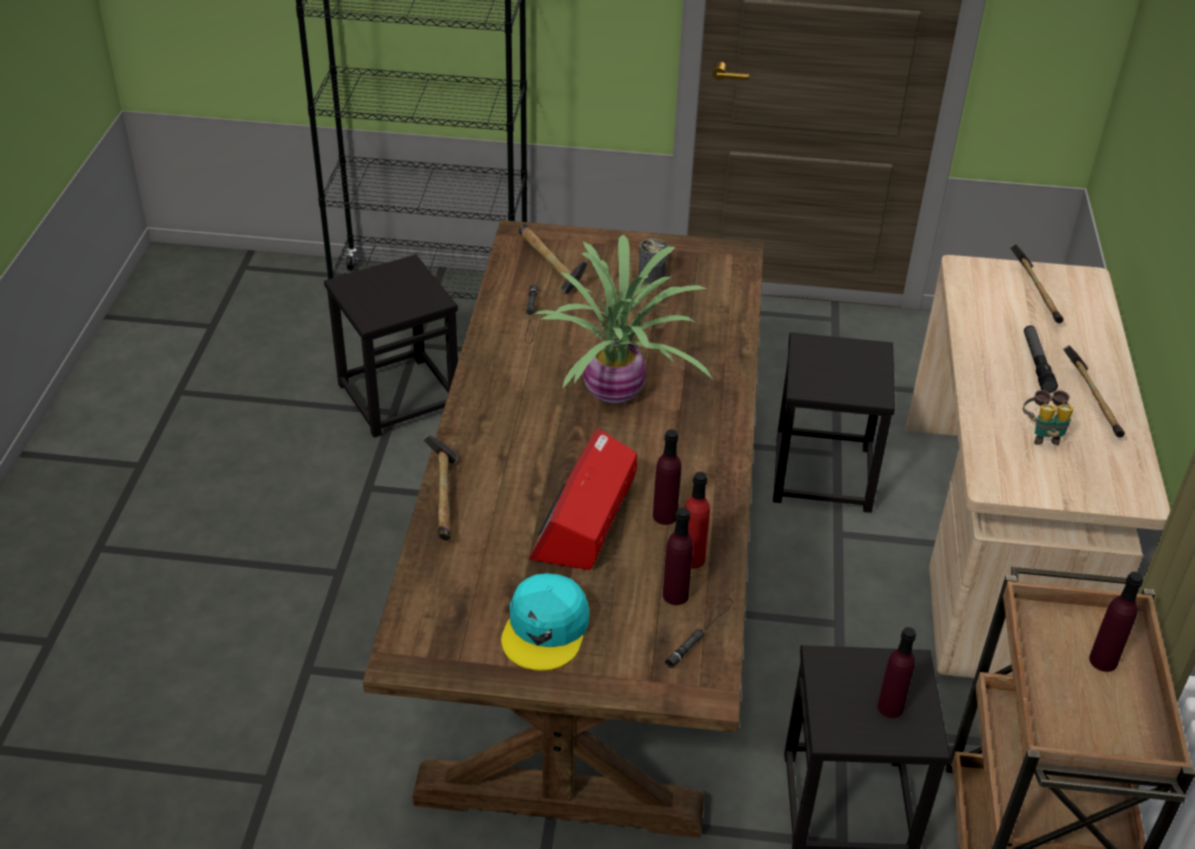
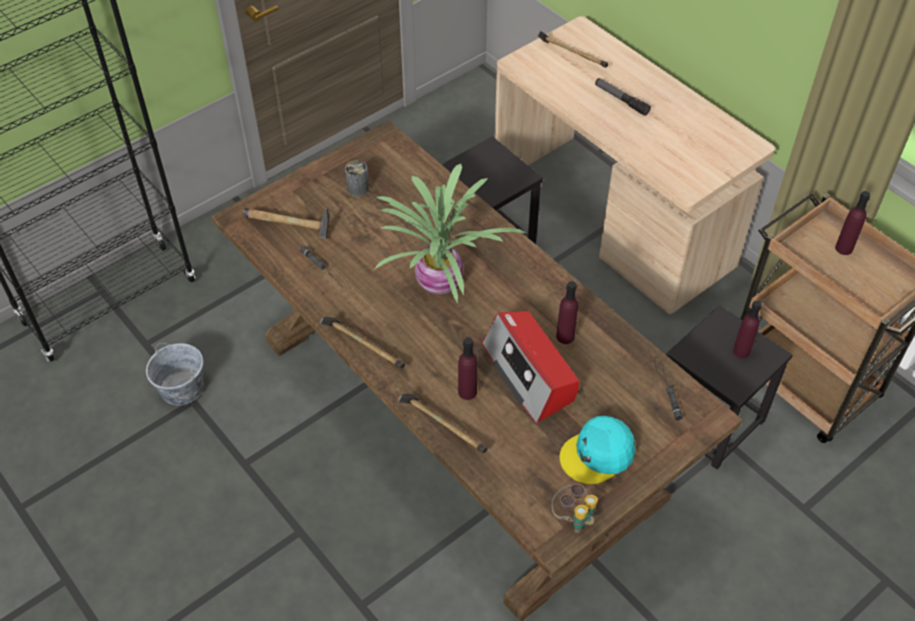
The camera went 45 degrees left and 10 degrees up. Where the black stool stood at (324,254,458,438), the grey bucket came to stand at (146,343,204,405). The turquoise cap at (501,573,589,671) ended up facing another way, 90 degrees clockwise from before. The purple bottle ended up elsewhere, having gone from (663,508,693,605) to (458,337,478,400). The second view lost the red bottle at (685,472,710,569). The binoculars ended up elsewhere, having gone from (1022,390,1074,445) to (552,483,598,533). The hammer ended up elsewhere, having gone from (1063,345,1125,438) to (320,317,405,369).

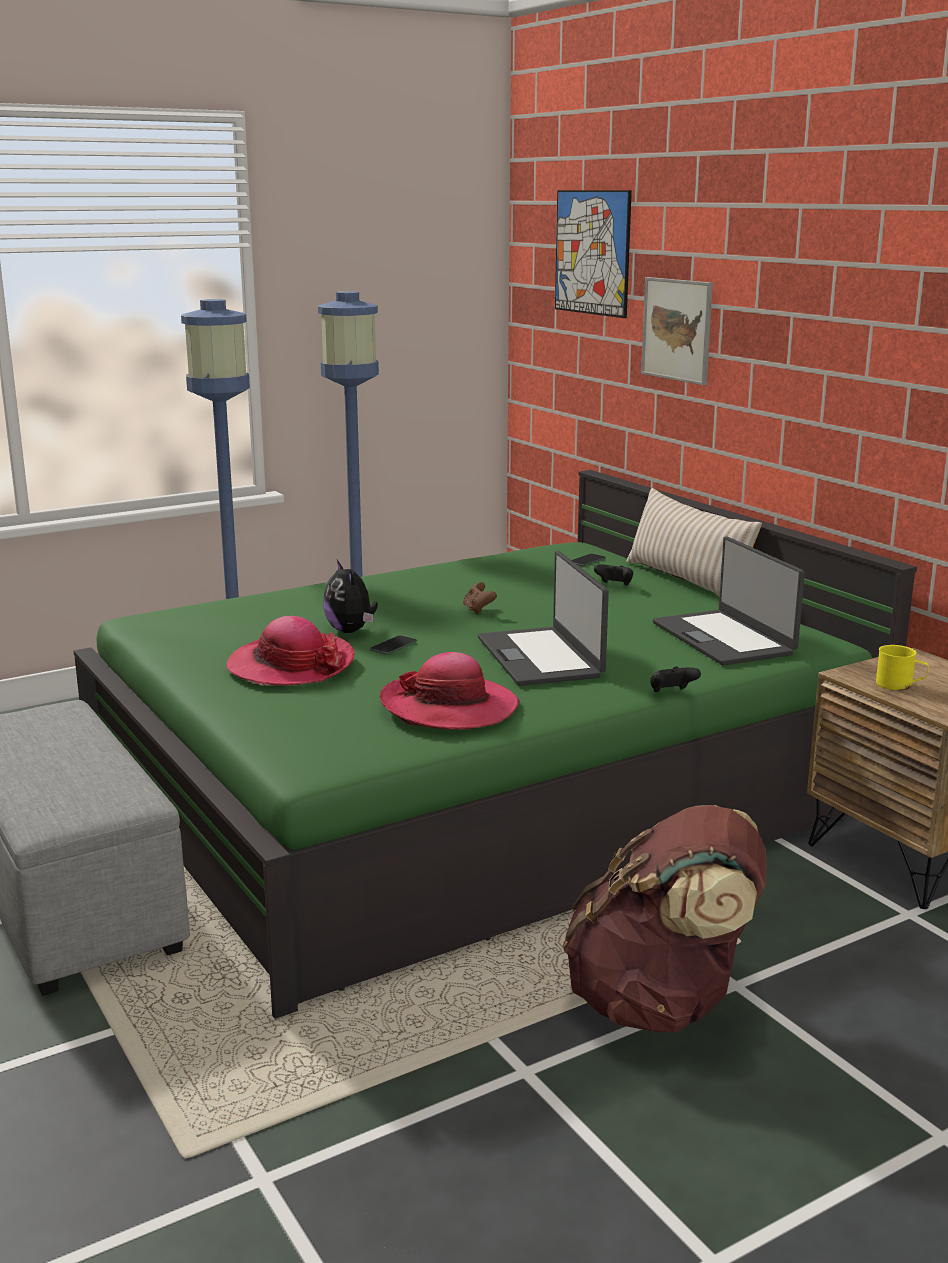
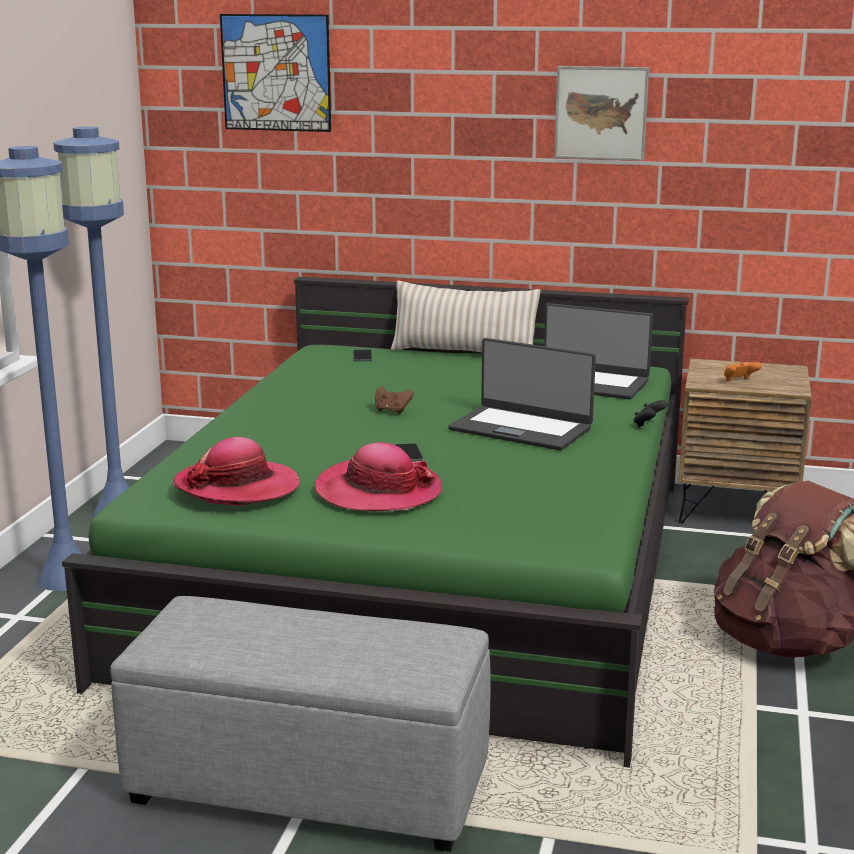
The camera went 45 degrees left and 0 degrees up. The second view lost the plush toy at (323,560,378,633). The hat ended up elsewhere, having gone from (380,652,520,730) to (173,437,300,506). The second view lost the black game controller at (594,564,633,586). The picture ended up elsewhere, having gone from (641,277,713,385) to (554,66,649,161). Where the yellow mug stood at (876,645,929,690), the orange game controller came to stand at (724,362,762,381).

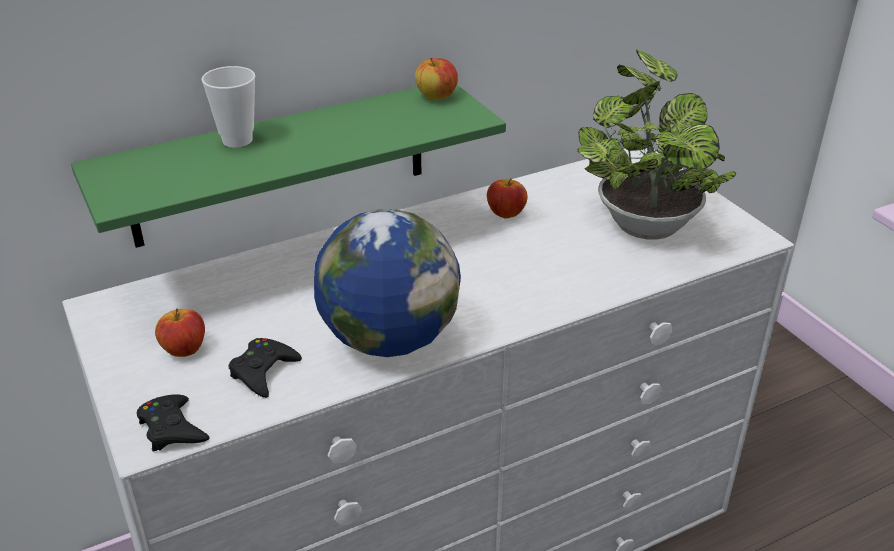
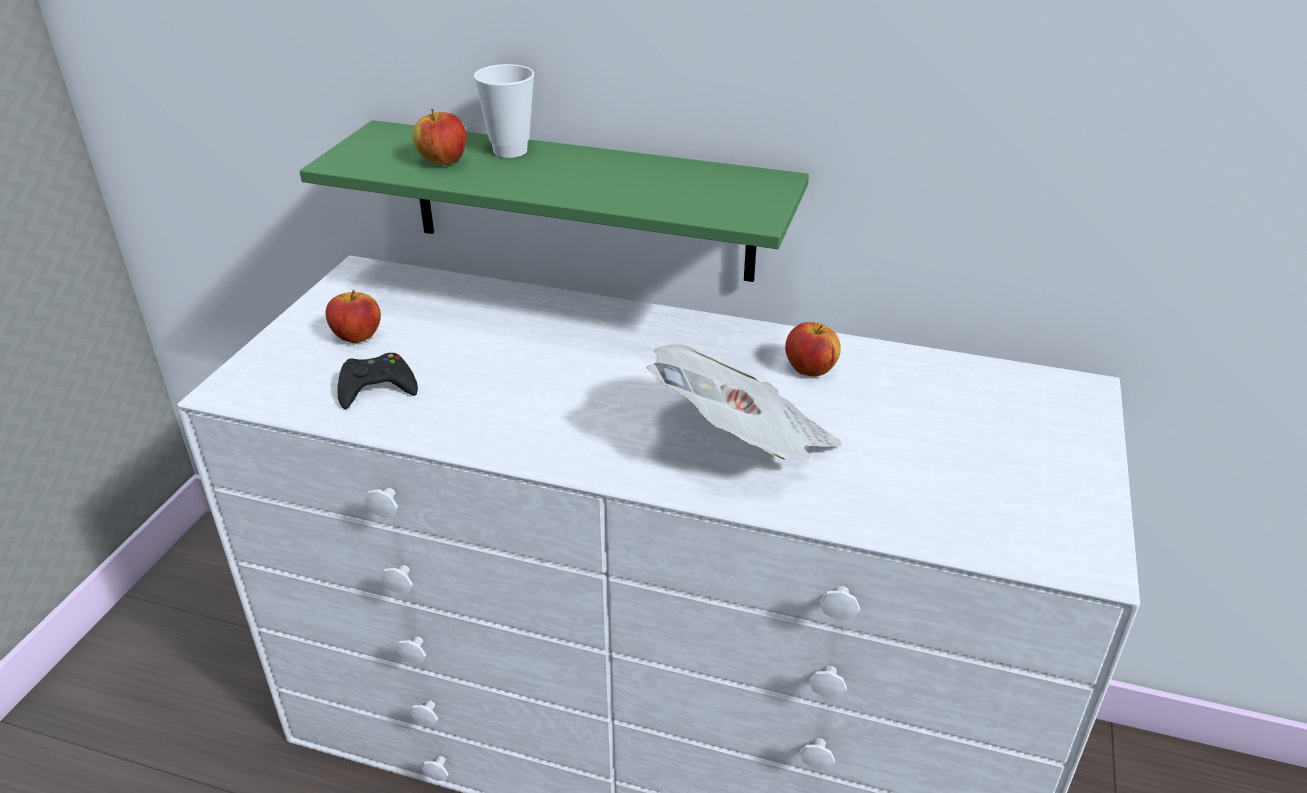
The camera went 45 degrees right and 0 degrees up. The second view lost the black game controller at (137,394,210,452). The second view lost the globe at (314,209,461,357). The apple ended up elsewhere, having gone from (415,58,458,100) to (412,109,466,166). The second view lost the potted plant at (577,49,736,240). The second view gained the newspaper at (646,344,842,460).

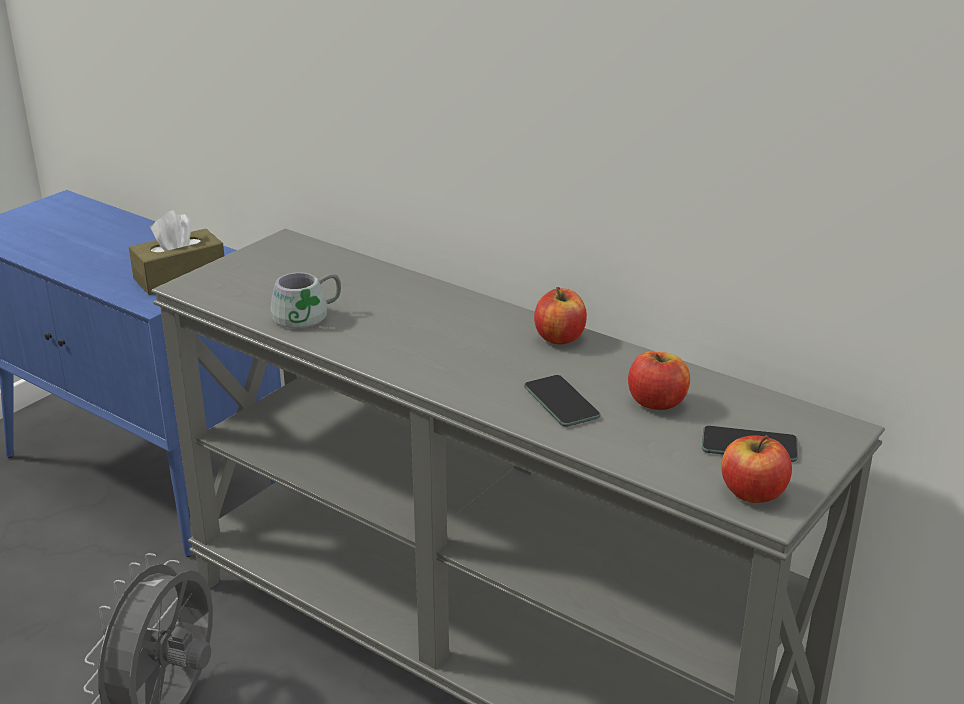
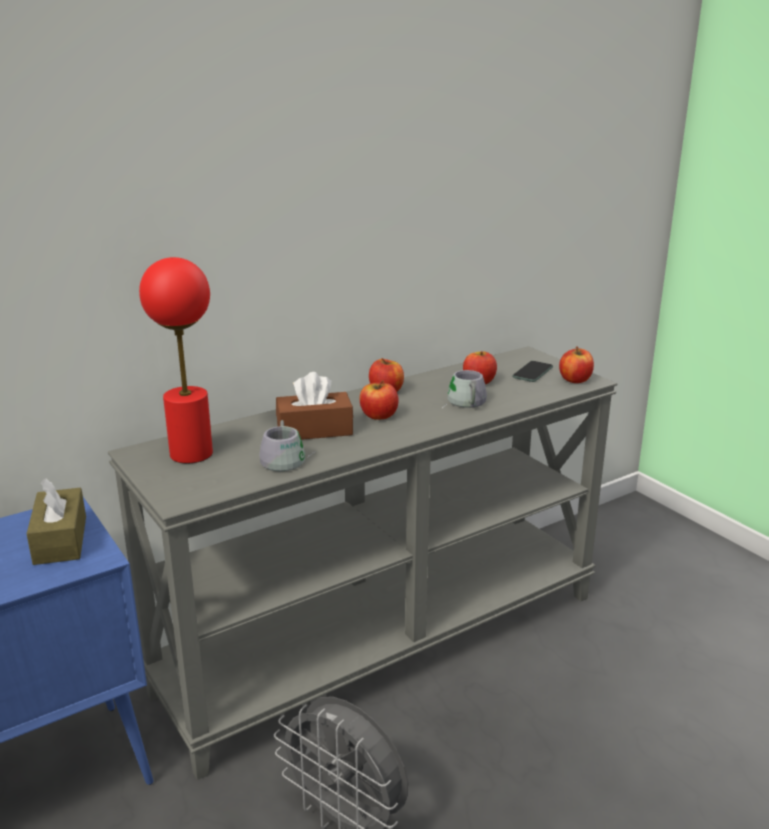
The camera went 70 degrees left and 5 degrees down. Where the phone stood at (524,375,600,427), the grey mug came to stand at (442,370,487,408). The second view gained the red table lamp at (139,257,213,463). The second view gained the brown tissue box at (276,372,353,440). The second view gained the apple at (360,380,399,420).

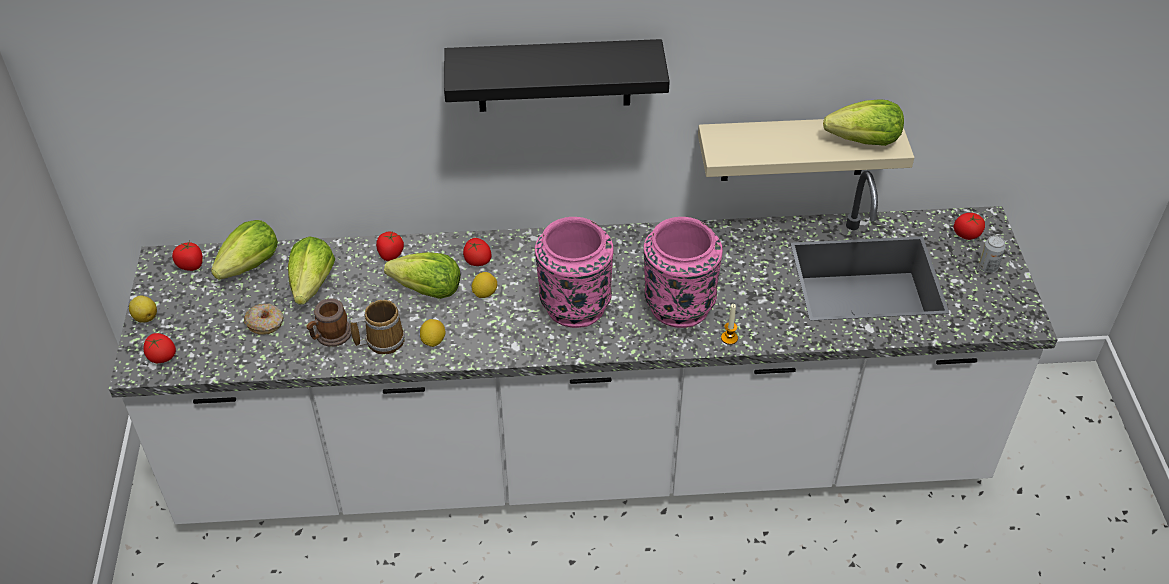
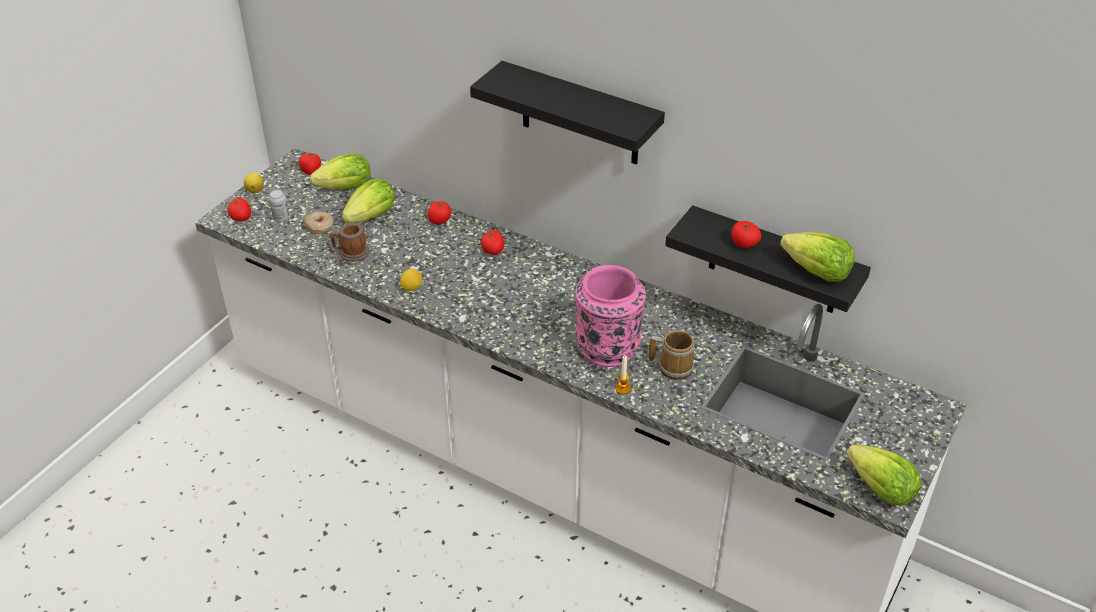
The camera went 35 degrees right and 5 degrees down. The mug ended up elsewhere, having gone from (350,300,405,354) to (649,330,694,380). The lettuce ended up elsewhere, having gone from (384,252,461,299) to (846,445,921,506). The second view lost the lemon at (471,272,497,298). The second view lost the pink vase at (535,217,614,328). What was the beige shelf at (698,119,914,181) turned into the black shelf at (665,205,871,313). The tomato ended up elsewhere, having gone from (954,213,985,240) to (731,221,761,248). The can ended up elsewhere, having gone from (979,235,1006,273) to (269,190,289,222).

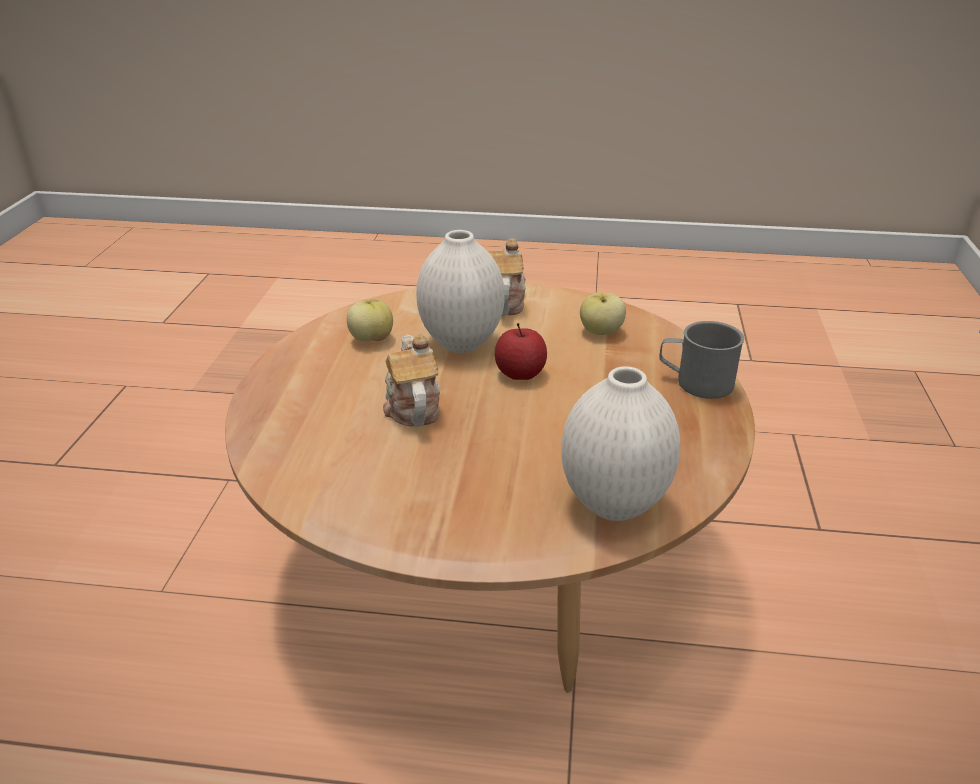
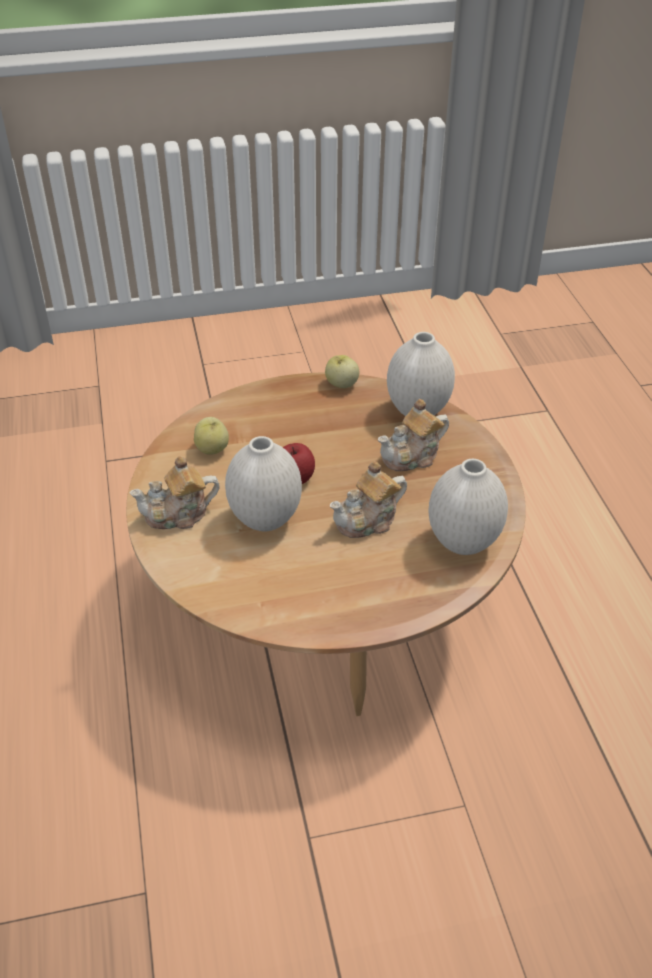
The camera went 110 degrees left and 10 degrees up. The apple ended up elsewhere, having gone from (347,299,393,341) to (325,355,359,388). The second view lost the grey mug at (659,321,744,399). The second view gained the teapot at (378,399,449,471). The second view gained the white vase at (429,459,508,555).

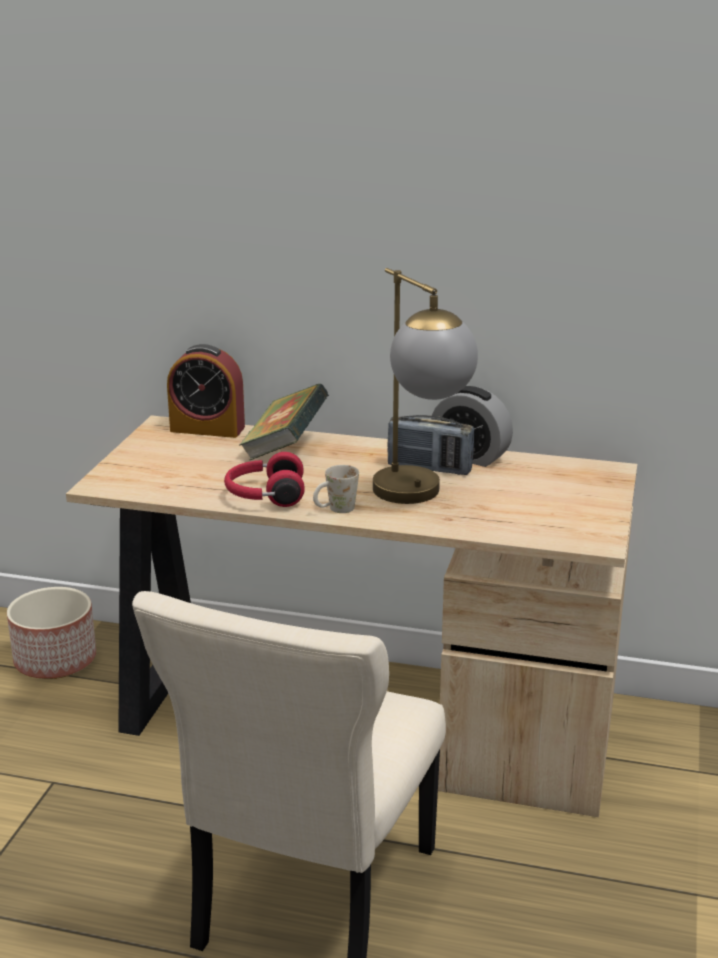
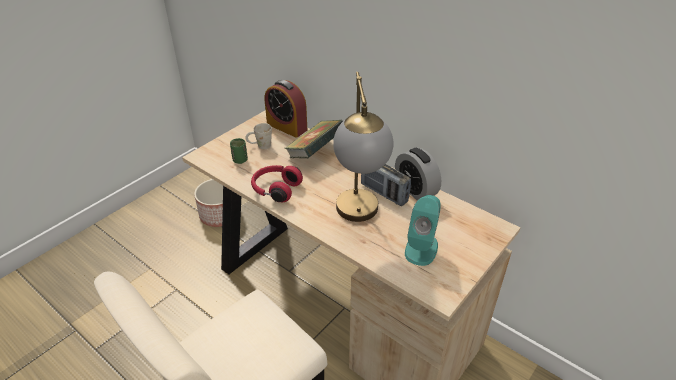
The camera went 25 degrees right and 15 degrees up. The white mug ended up elsewhere, having gone from (313,465,359,513) to (245,123,272,149). The second view gained the green cup at (230,138,248,164). The second view gained the turquoise speaker at (405,195,441,266).

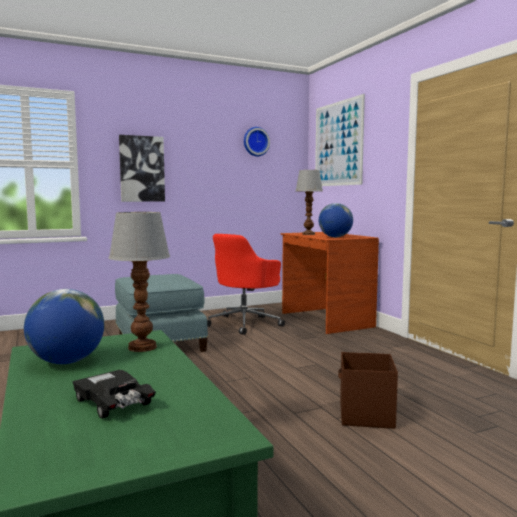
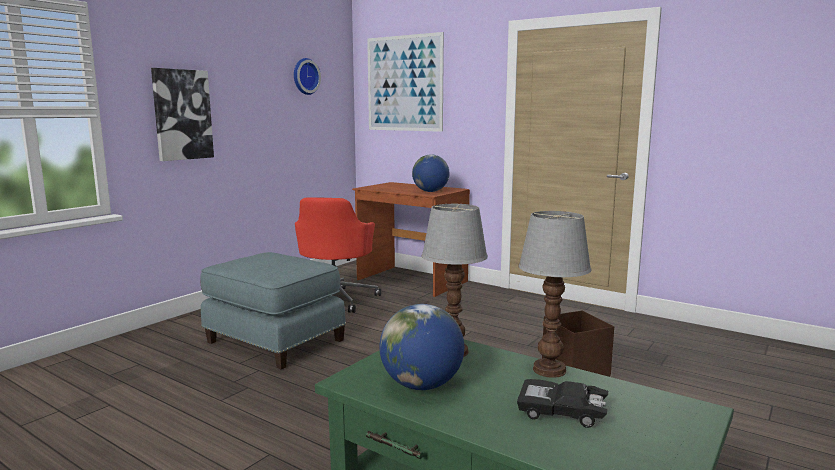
The camera went 30 degrees left and 5 degrees up. The table lamp ended up elsewhere, having gone from (295,170,323,235) to (518,211,591,378).

